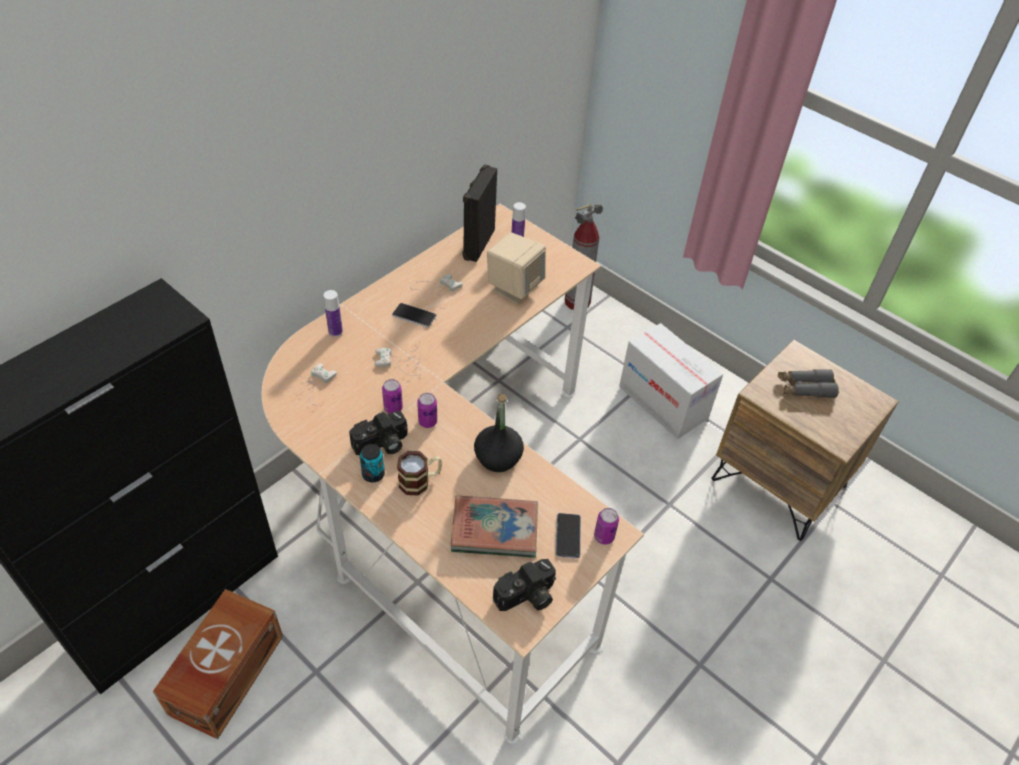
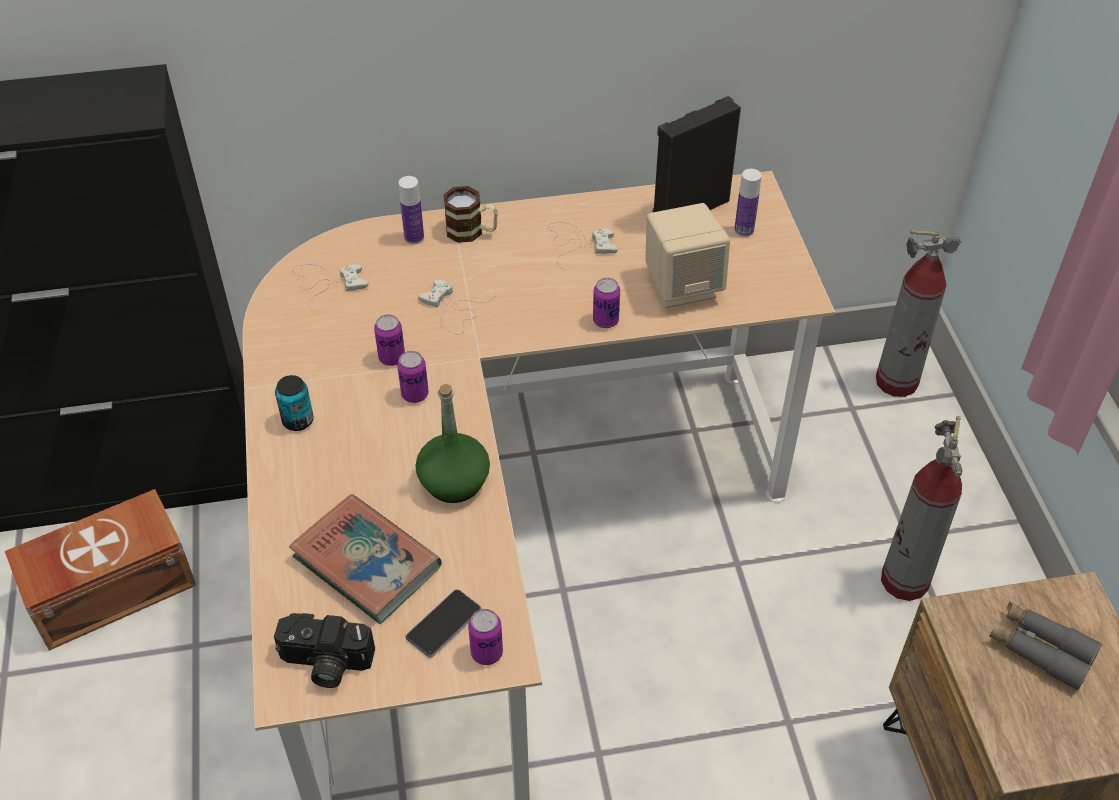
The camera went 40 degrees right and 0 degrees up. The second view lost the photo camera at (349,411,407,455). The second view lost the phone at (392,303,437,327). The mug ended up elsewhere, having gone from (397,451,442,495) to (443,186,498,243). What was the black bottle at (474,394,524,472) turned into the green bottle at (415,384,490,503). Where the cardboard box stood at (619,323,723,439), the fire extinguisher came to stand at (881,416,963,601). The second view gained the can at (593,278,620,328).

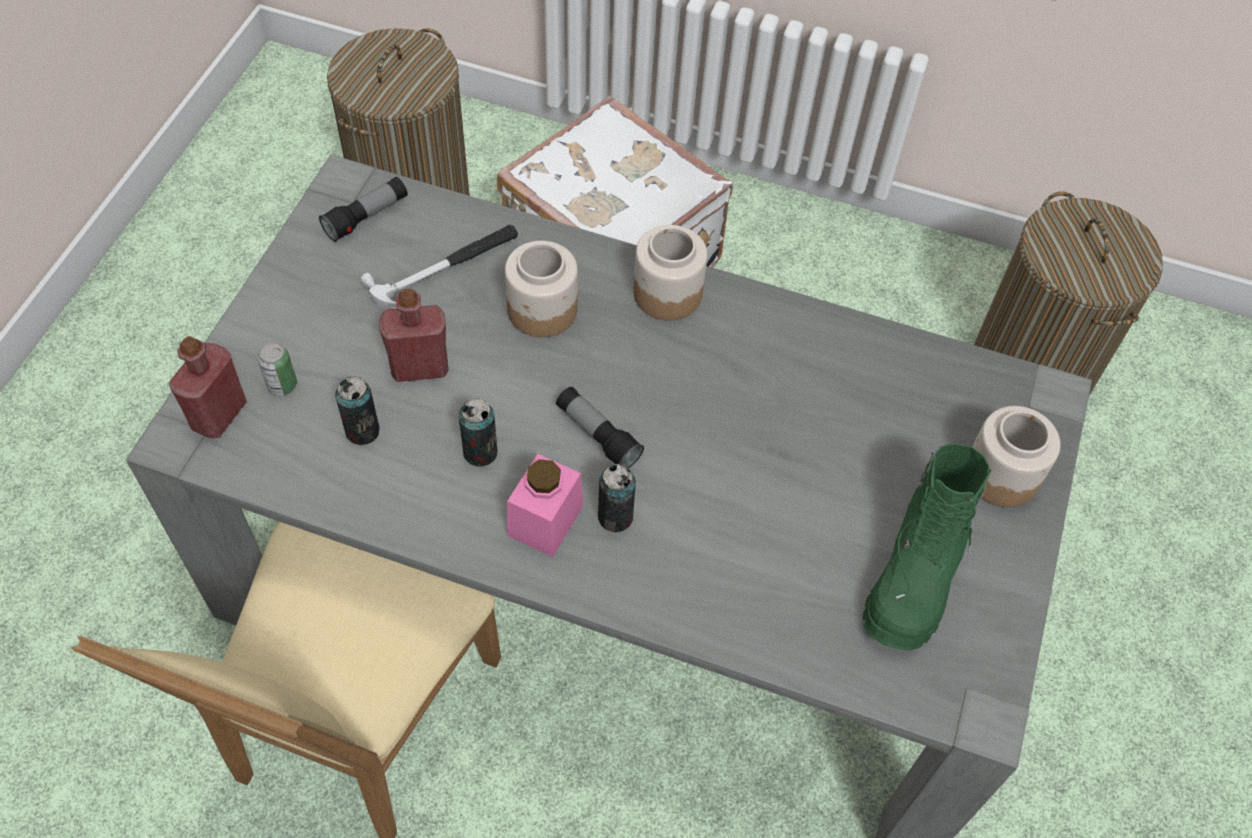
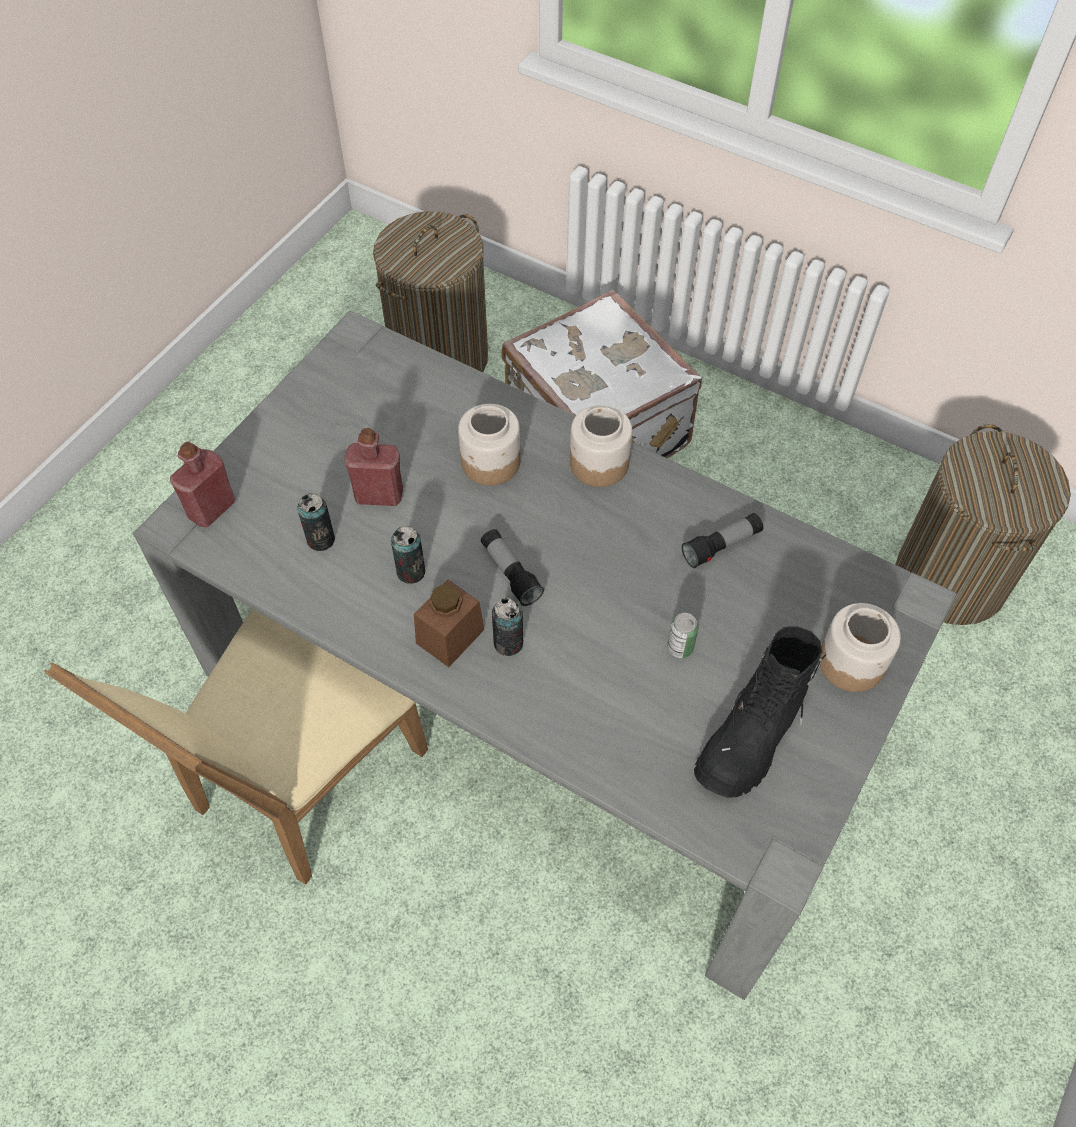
The camera went 15 degrees right and 0 degrees up. The can ended up elsewhere, having gone from (257,342,297,395) to (667,613,699,658). The flashlight ended up elsewhere, having gone from (319,177,408,242) to (681,513,763,568). The second view lost the hammer at (360,225,518,310). What was the pink jar at (507,454,583,557) turned into the brown jar at (414,580,484,667). What was the green boot at (863,443,991,651) turned into the black boot at (694,626,826,797).

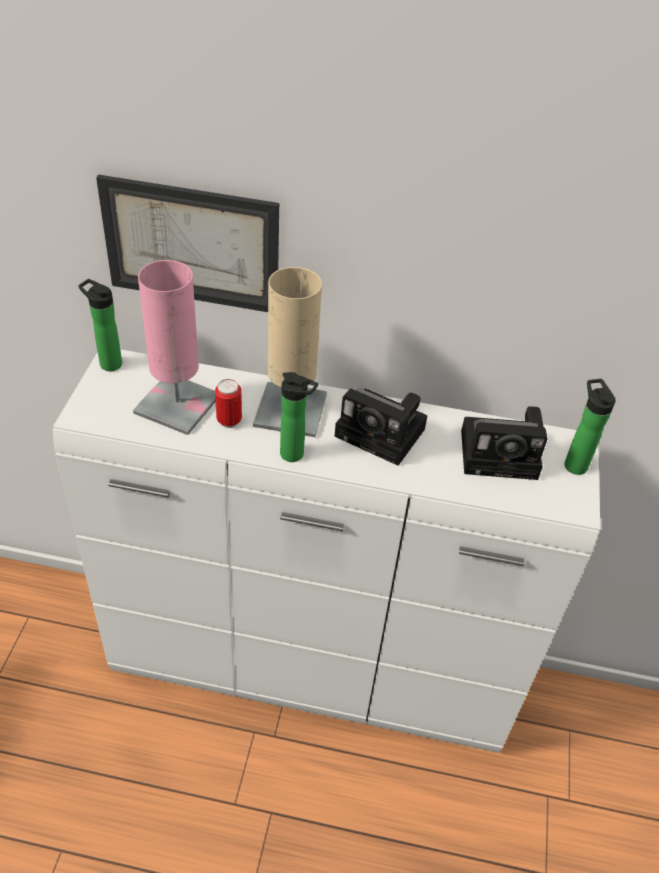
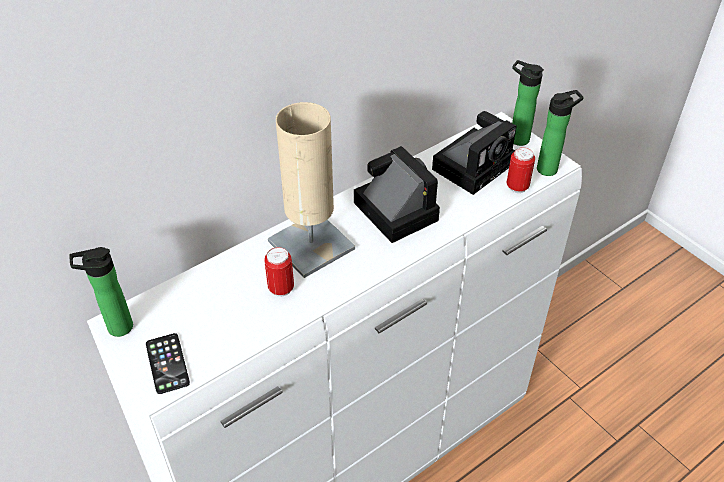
The camera went 45 degrees left and 0 degrees up. The second view lost the picture at (96,175,279,312). The second view lost the pink table lamp at (133,260,216,435). The bottle ended up elsewhere, having gone from (280,372,318,462) to (537,90,584,176). The photo camera at (334,388,427,466) ended up facing another way, 105 degrees counterclockwise from before. The second view gained the phone at (146,333,190,394). The second view gained the can at (506,147,535,193).

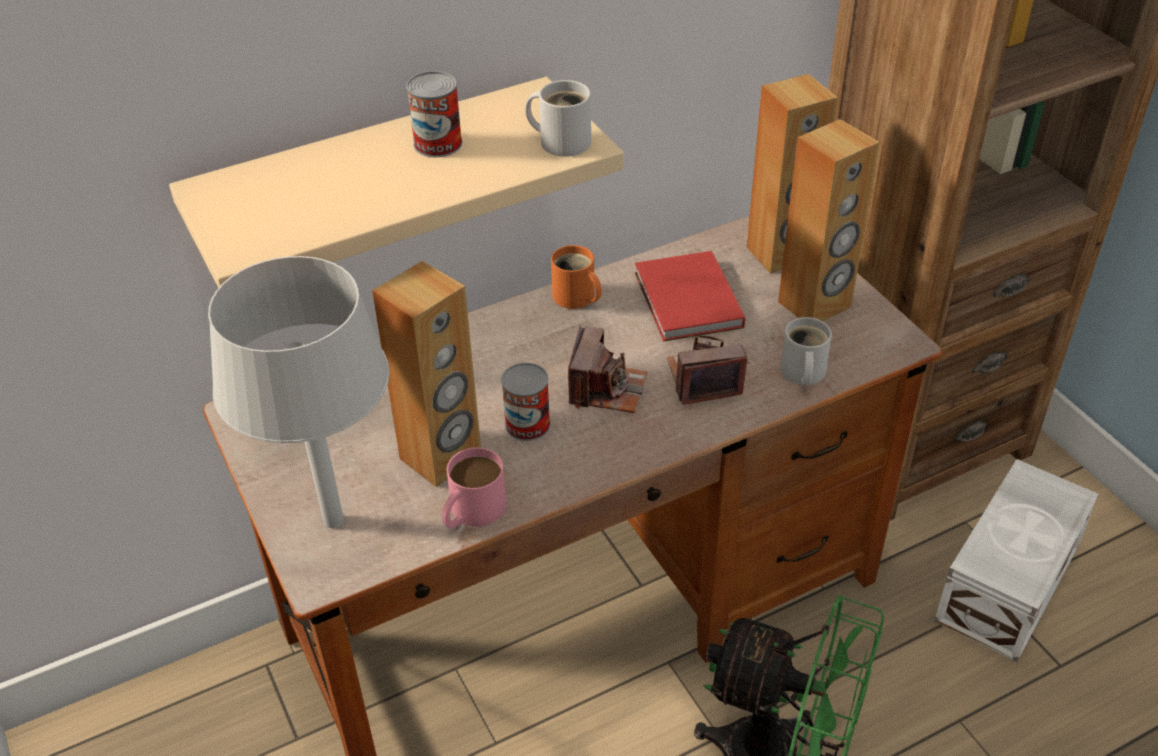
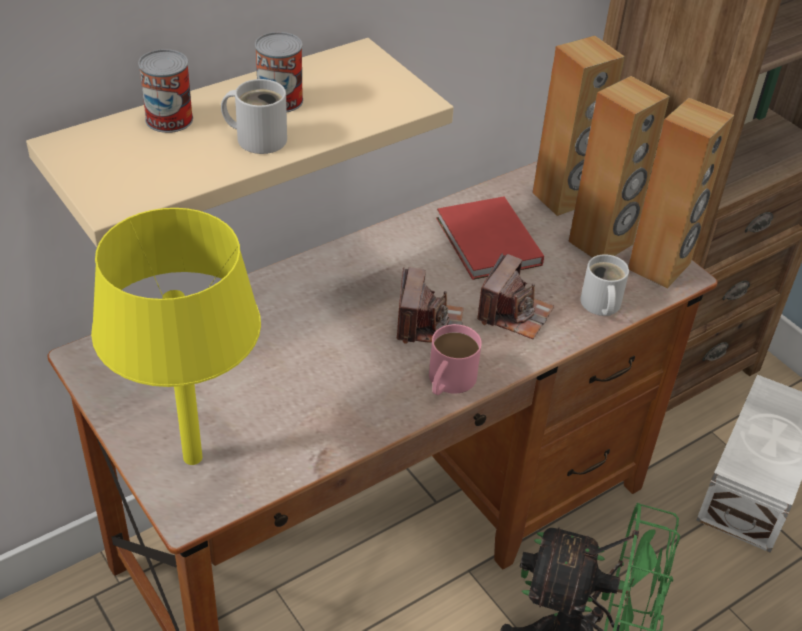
The camera went 10 degrees left and 0 degrees up. What was the grey table lamp at (208,256,390,528) turned into the yellow table lamp at (91,208,261,465). The brown speaker ended up elsewhere, having gone from (372,261,481,487) to (628,98,734,289). The pink mug ended up elsewhere, having gone from (442,448,506,528) to (429,324,482,395). The can ended up elsewhere, having gone from (501,363,550,441) to (138,49,193,133). The white mug ended up elsewhere, having gone from (525,80,591,157) to (221,79,287,154). The second view lost the orange mug at (551,245,602,309). The photo camera at (667,336,747,405) ended up facing another way, 135 degrees clockwise from before.

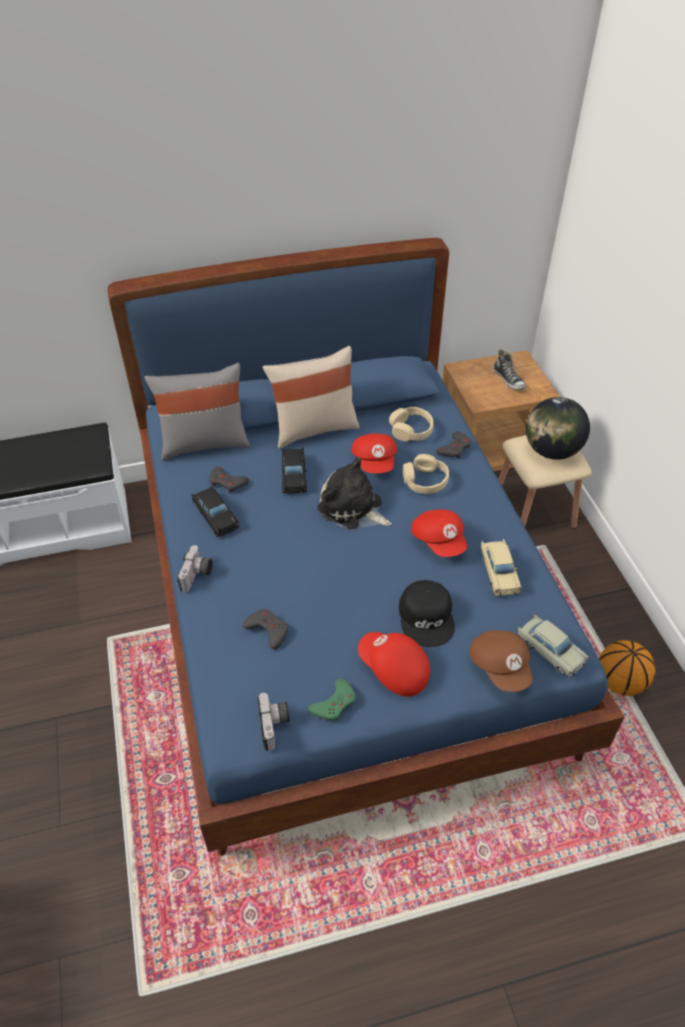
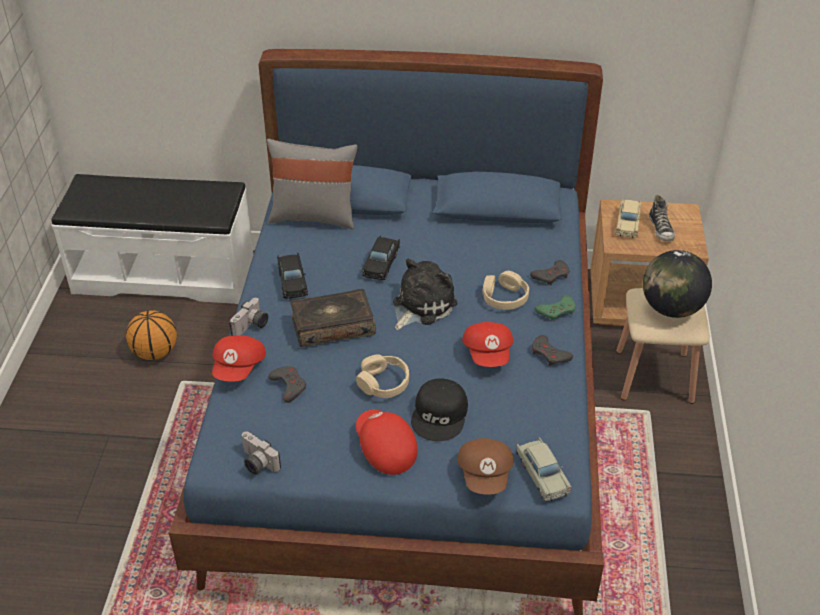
The camera went 20 degrees right and 5 degrees down. The grey game controller ended up elsewhere, having gone from (209,467,249,493) to (532,335,573,366). The photo camera at (257,693,290,751) ended up facing another way, 120 degrees clockwise from before. The second view lost the beige pillow at (263,346,360,449). The green game controller ended up elsewhere, having gone from (308,678,356,721) to (535,295,576,322). The plush toy at (317,457,392,529) ended up facing another way, 75 degrees clockwise from before. The red cap ended up elsewhere, having gone from (351,433,397,473) to (212,335,266,382). The beige headphones ended up elsewhere, having gone from (389,407,434,441) to (356,355,409,398). The beige toy car ended up elsewhere, having gone from (480,539,522,596) to (615,199,641,238). The basketball ended up elsewhere, having gone from (599,640,655,696) to (126,310,177,360). The second view gained the book at (290,289,376,347).

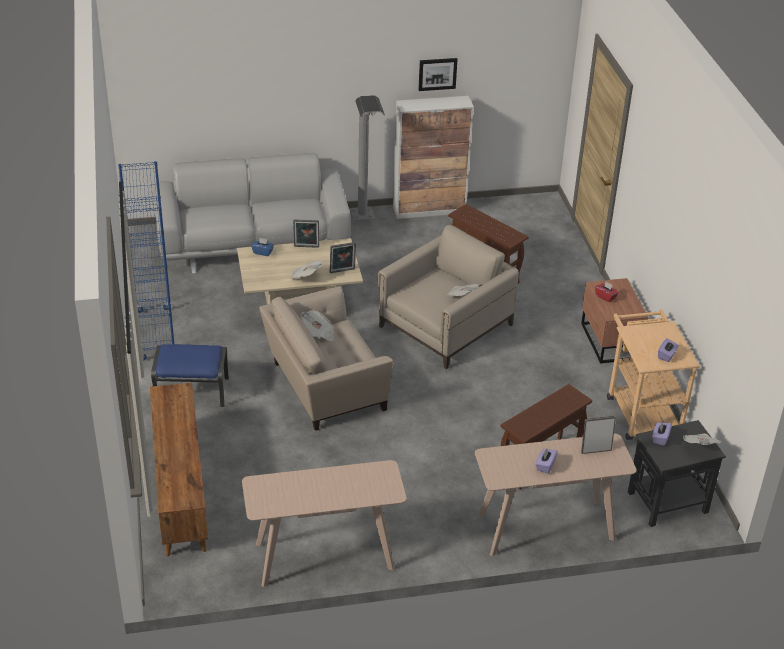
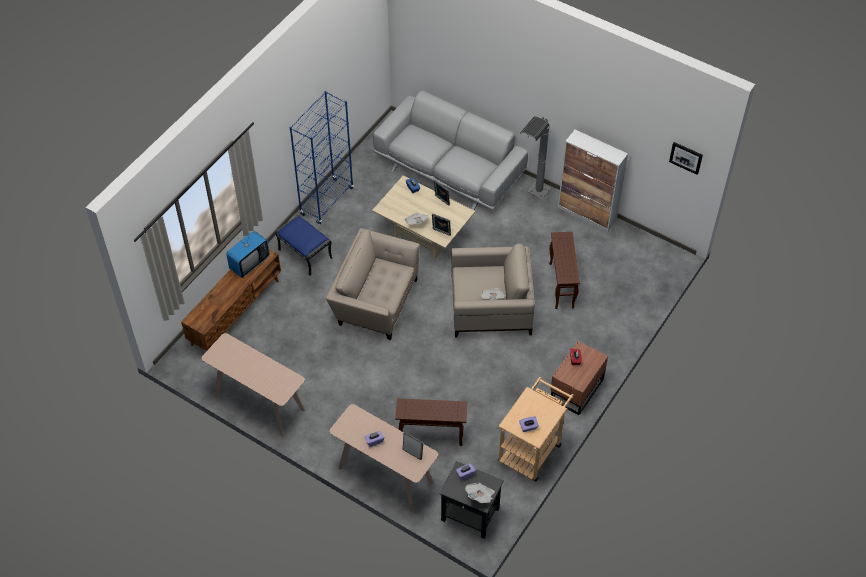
The camera went 45 degrees right and 15 degrees up. The second view lost the newspaper at (301,310,335,341). The picture ended up elsewhere, having gone from (418,58,458,91) to (669,142,703,175). The second view gained the television at (226,228,270,278).

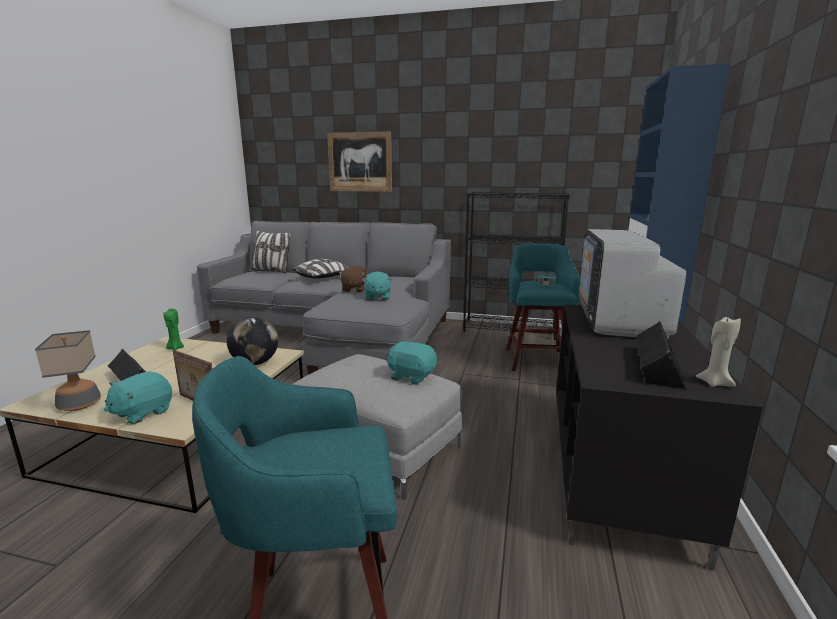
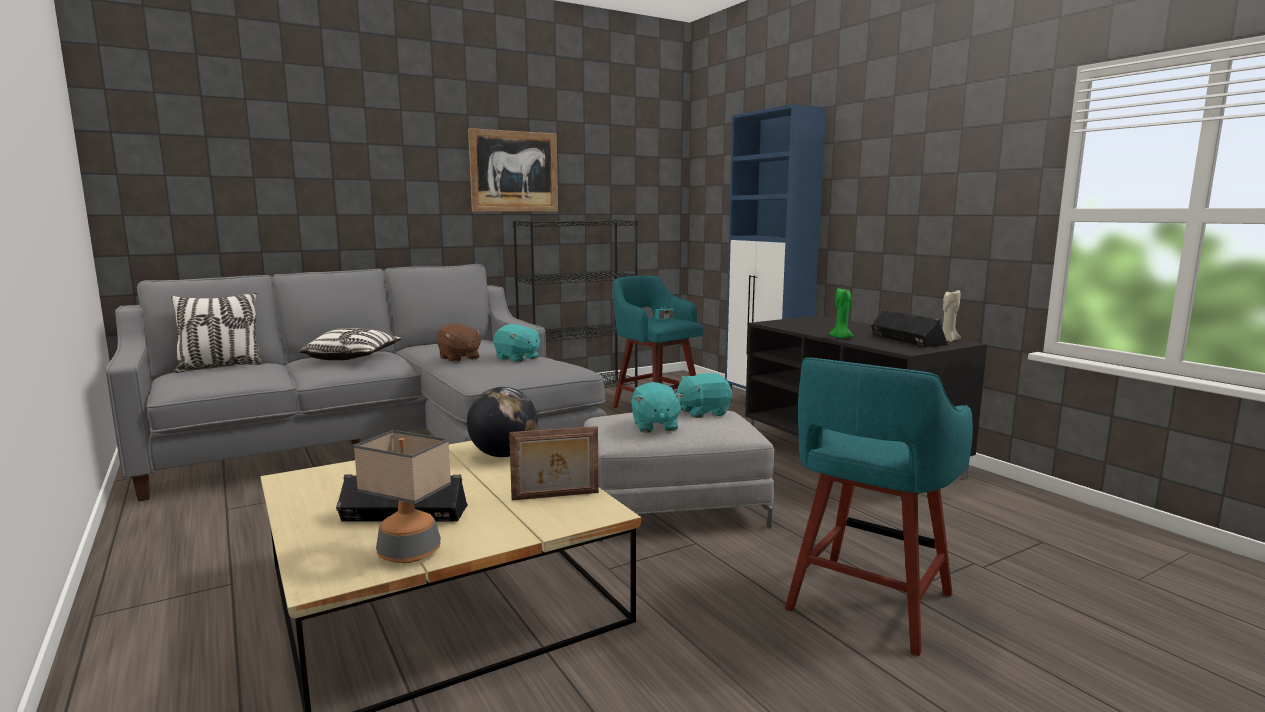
The camera went 45 degrees left and 5 degrees down. The turquoise plush toy ended up elsewhere, having gone from (104,372,172,424) to (631,382,684,433). The green candle ended up elsewhere, having gone from (163,309,184,350) to (829,288,854,339). The picture ended up elsewhere, having gone from (327,132,392,192) to (468,128,558,212). The second view lost the television at (579,229,686,339).

